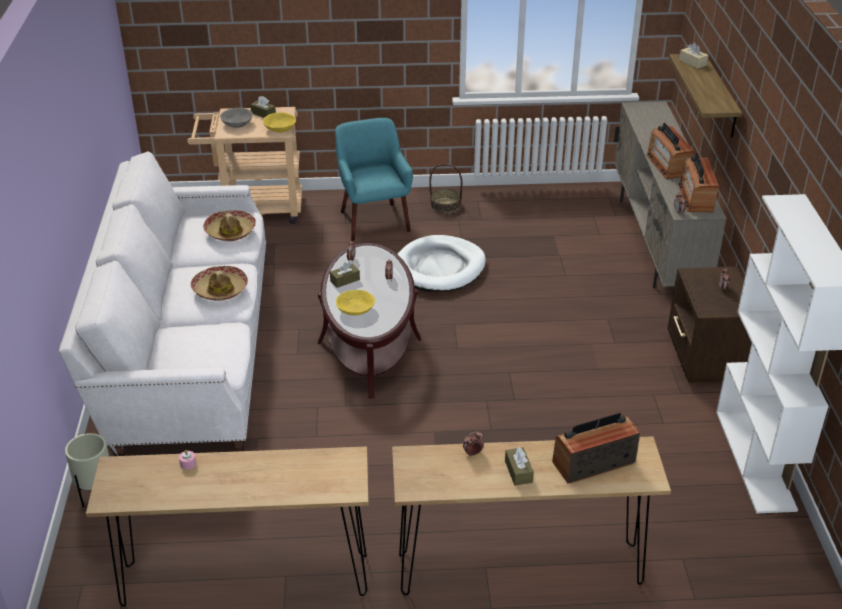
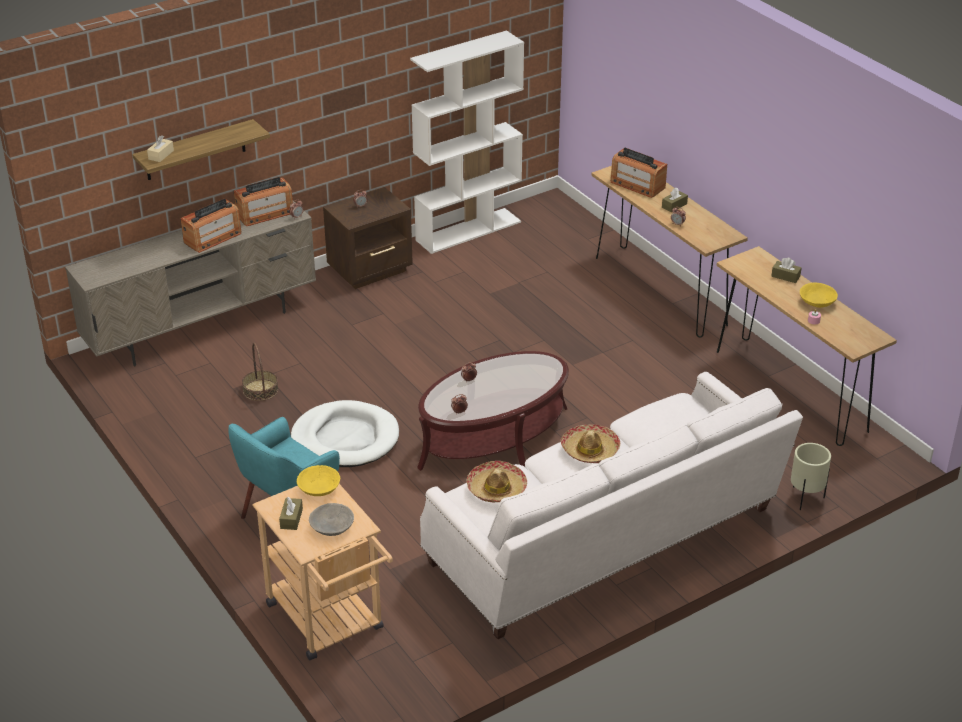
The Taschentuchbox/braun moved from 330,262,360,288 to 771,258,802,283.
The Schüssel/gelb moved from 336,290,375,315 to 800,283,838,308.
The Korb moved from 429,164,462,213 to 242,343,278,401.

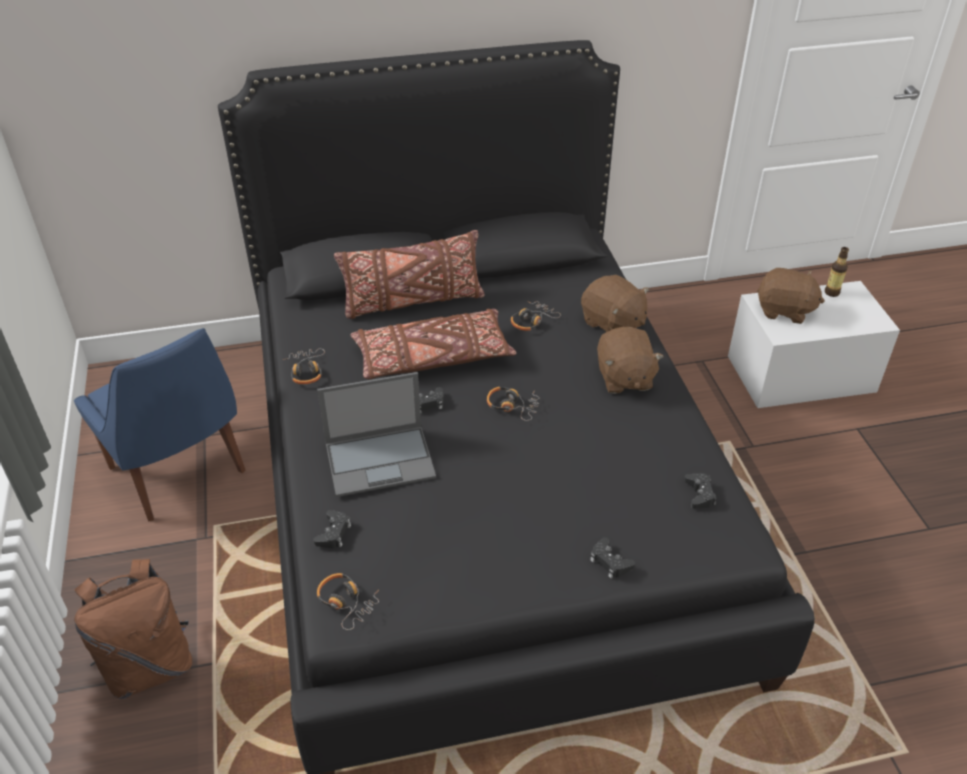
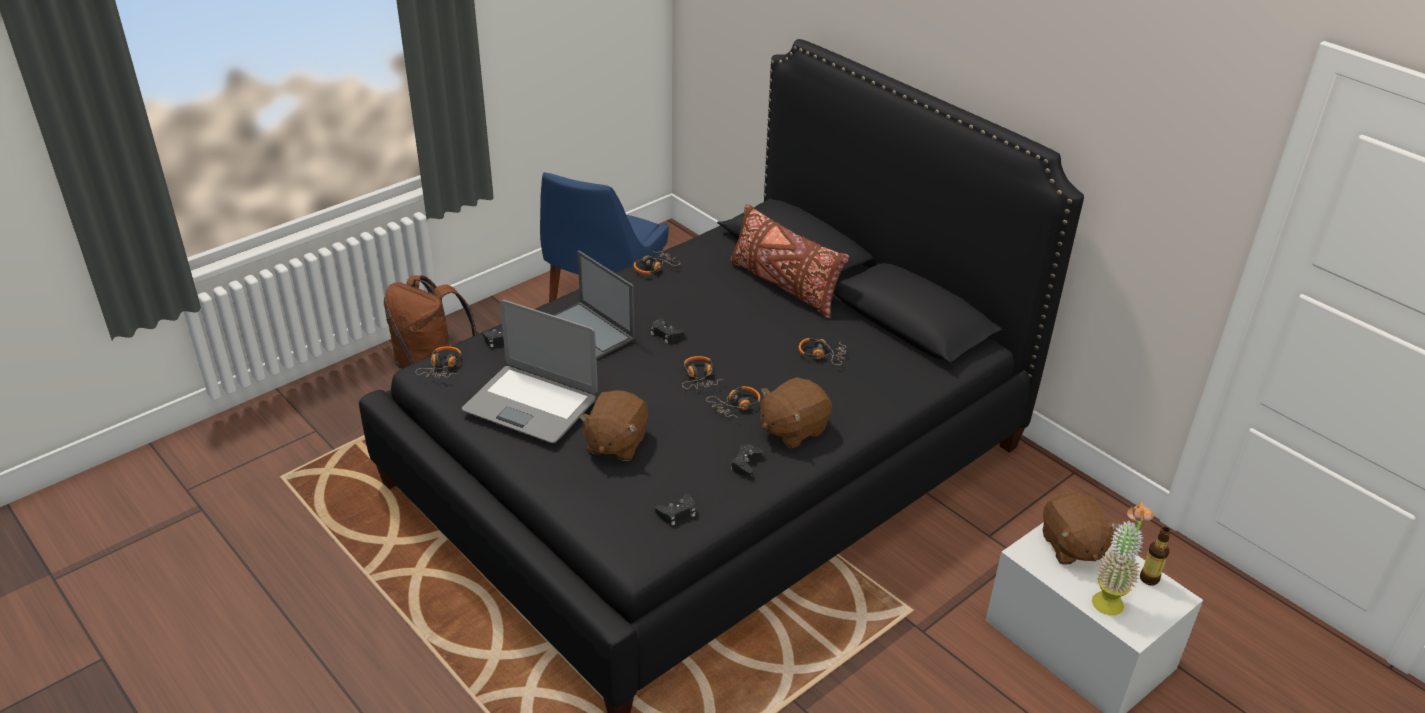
The Kissen/braun at 351,309,517,379 disappeared.
The Laptop at 462,300,598,443 appeared.
The Kopfhörer at 706,386,761,418 appeared.
The Topfpflanze at 1092,501,1154,615 appeared.
The Plüschtier/braun moved from 581,275,649,332 to 579,390,648,461.
The Gamepad/schwarz moved from 590,538,635,578 to 731,444,763,477.

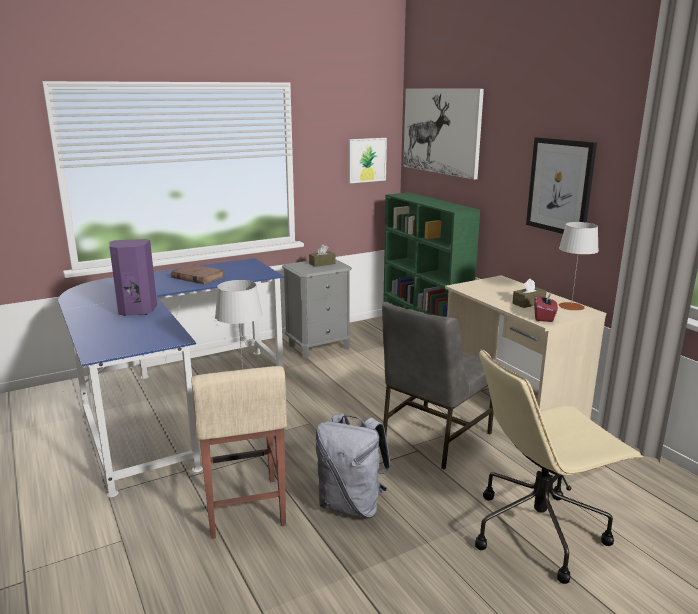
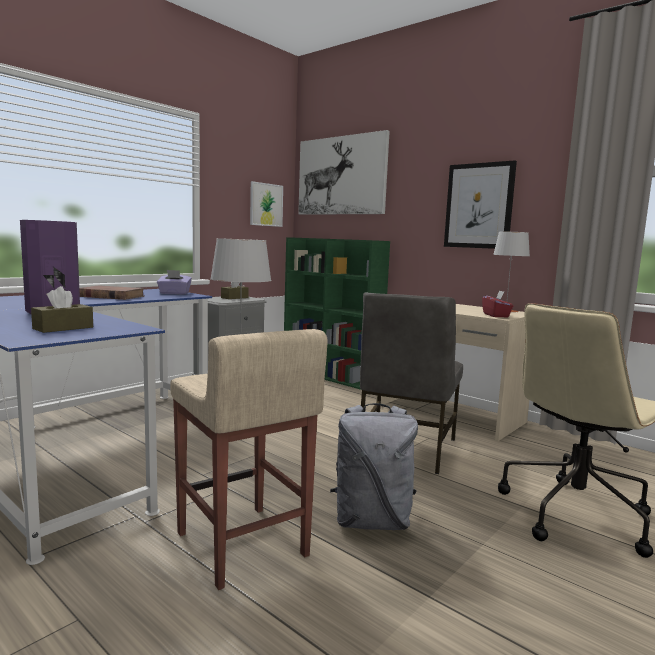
The Taschentuchbox/lila at 157,270,192,295 appeared.
The Taschentuchbox/braun moved from 512,278,546,308 to 31,286,93,333.

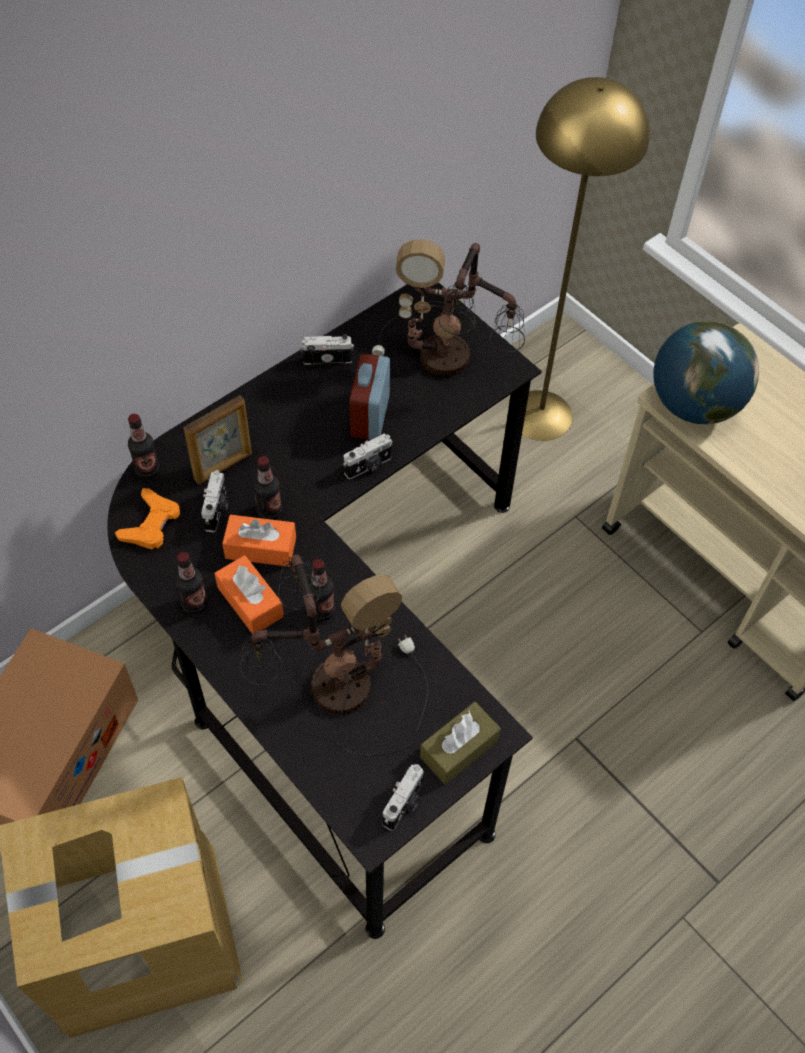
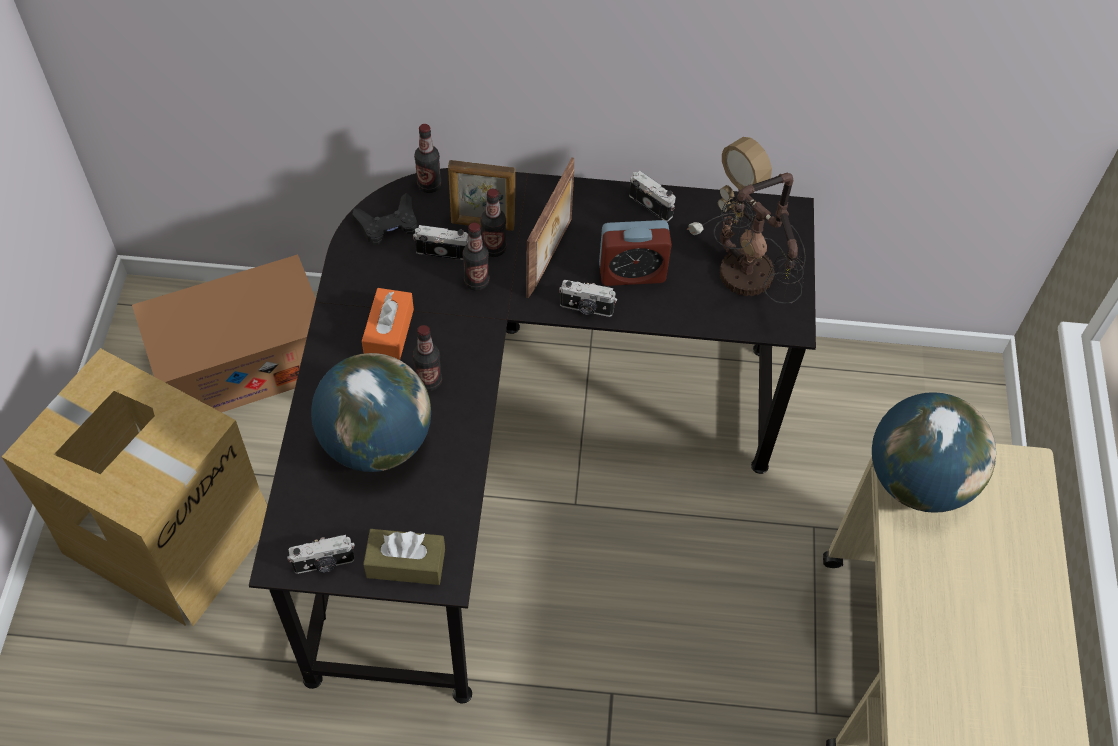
The Taschentuchbox/orange at 222,515,296,567 disappeared.
The Stehlampe/gelb at 522,77,650,441 disappeared.
The Bilderrahmen at 526,157,574,298 appeared.
The Flasche moved from 175,552,208,615 to 481,189,506,257.
The Tischlampe at 240,554,429,756 was replaced by the Globus at 311,353,431,472.
The Gamepad/orange at 115,488,180,550 became the Gamepad/schwarz at 352,193,418,245.
The Kamera at 201,470,229,532 turned 135 degrees counterclockwise.
The Wecker at 350,353,390,440 turned 150 degrees counterclockwise.

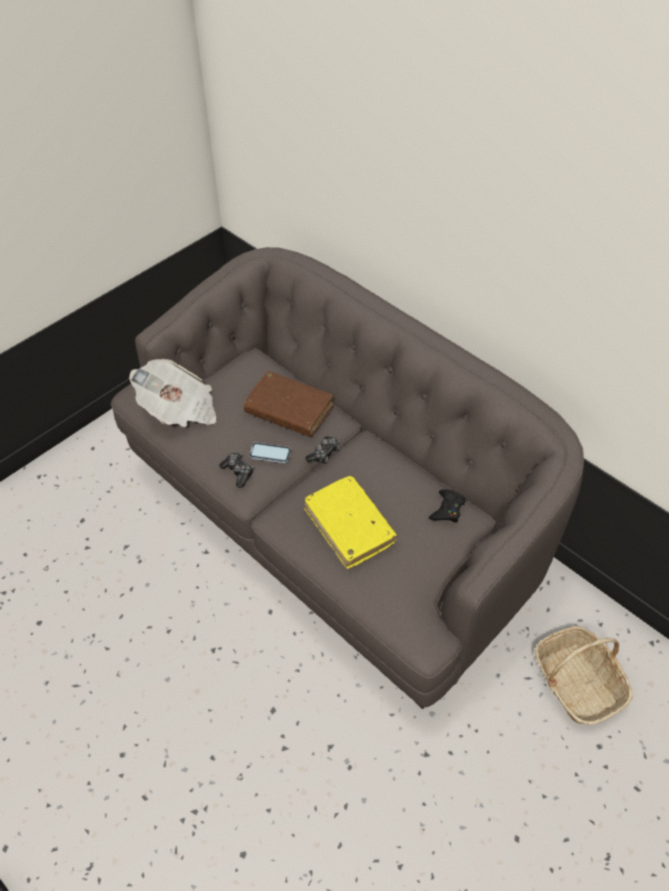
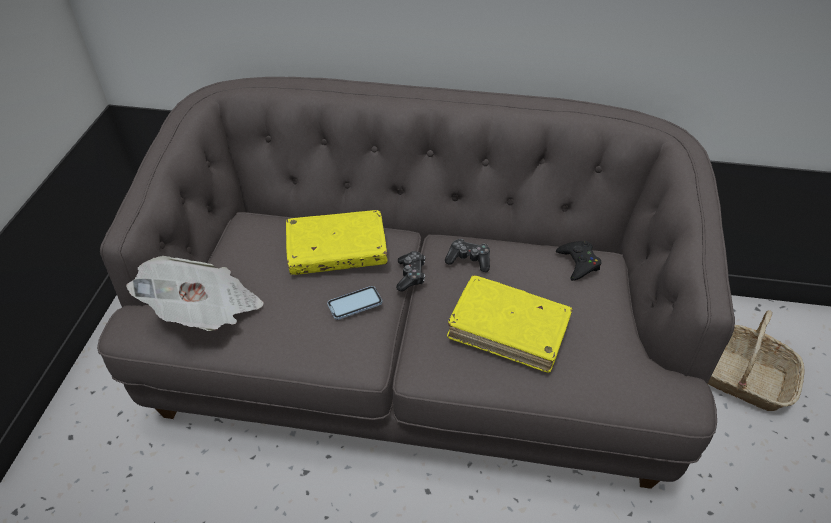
The Gamepad moved from 219,453,253,488 to 445,239,490,272.
The Buch/braun at 243,371,334,437 became the Buch/gelb at 286,210,387,275.

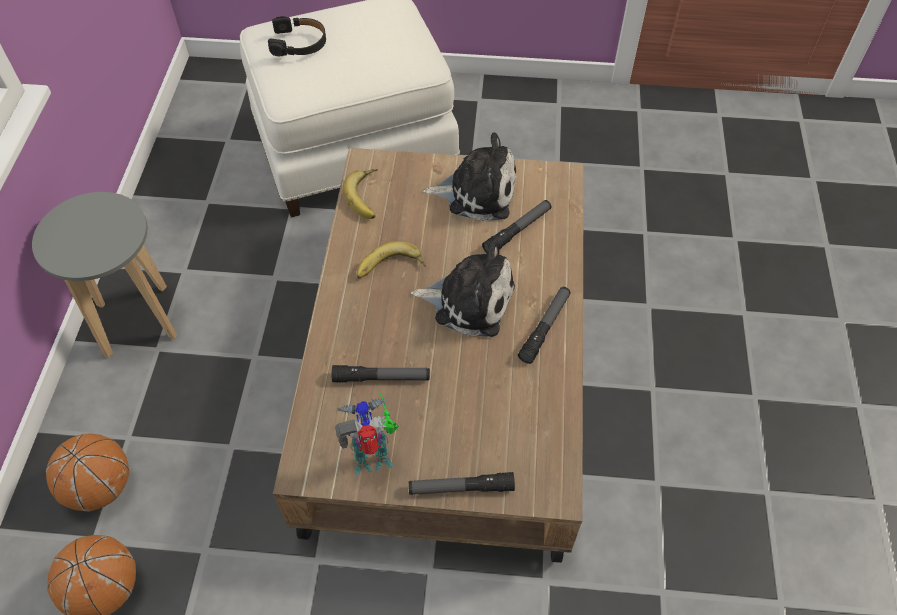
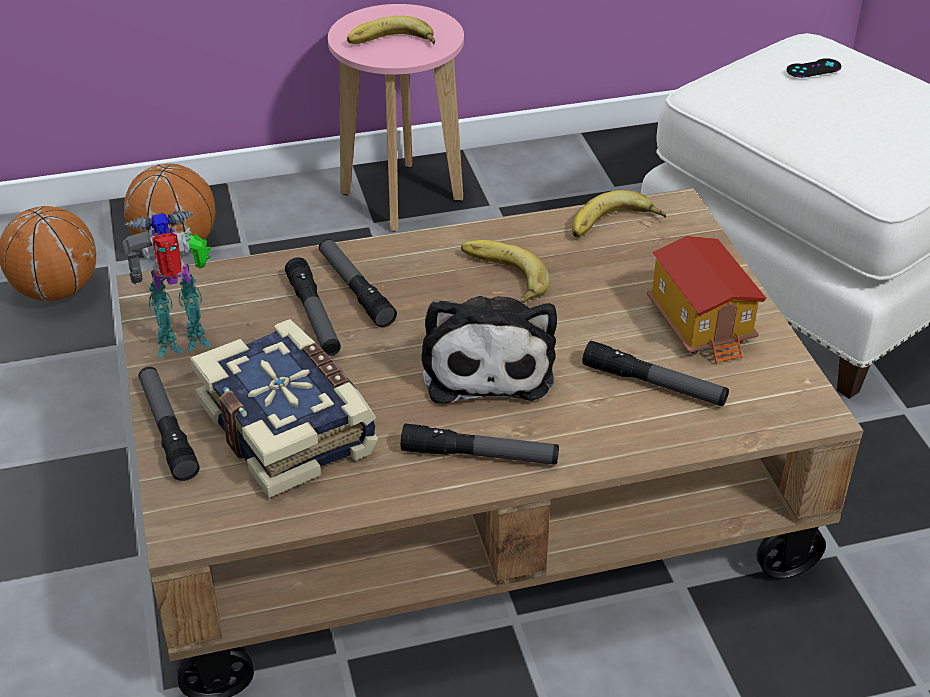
The Buch at 190,319,378,498 appeared.
The Taschenlampe at 319,239,397,327 appeared.
The Banane at 347,16,435,44 appeared.
The Kopfhörer/schwarz at 268,16,326,56 was replaced by the Gamepad/schwarz at 787,58,841,78.
The Plüschtier at 423,132,517,221 was replaced by the Spielzeughaus at 647,236,767,364.
The Hocker/grau at 32,192,177,358 became the Hocker/rosa at 328,4,464,231.
The Spielzeugroboter at 335,393,399,475 turned 75 degrees counterclockwise.

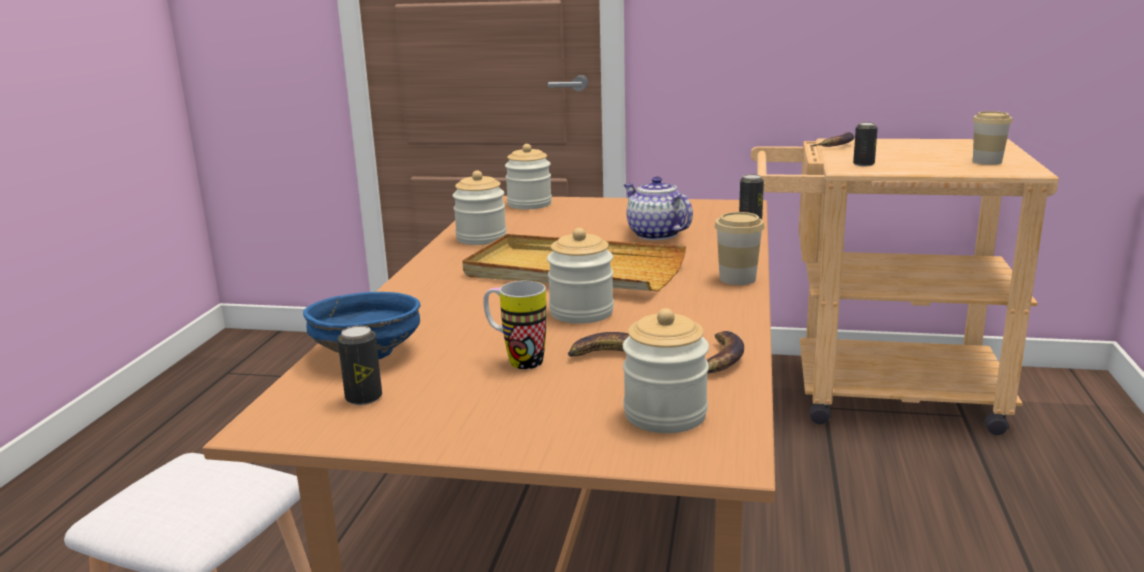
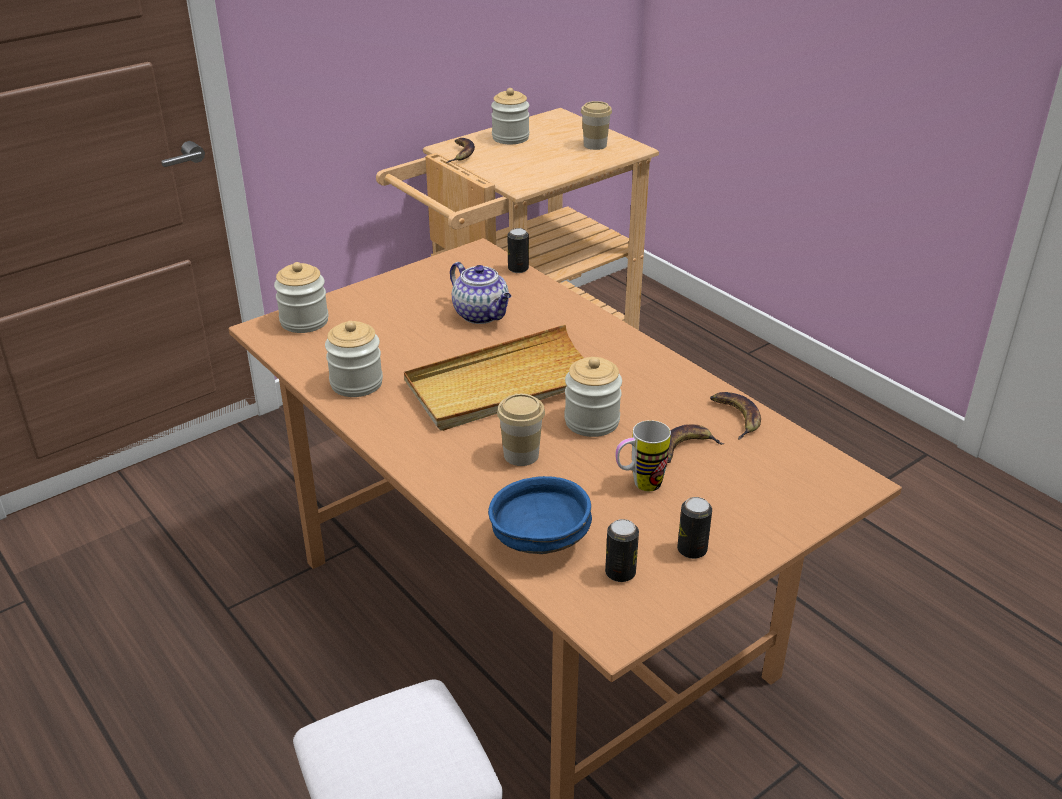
The Vorratsglas moved from 623,308,709,433 to 491,88,529,144.
The Tasse moved from 715,212,764,285 to 497,394,545,466.
The Dose moved from 853,122,878,166 to 677,497,712,559.
The Teekanne at 624,176,693,240 turned 135 degrees counterclockwise.

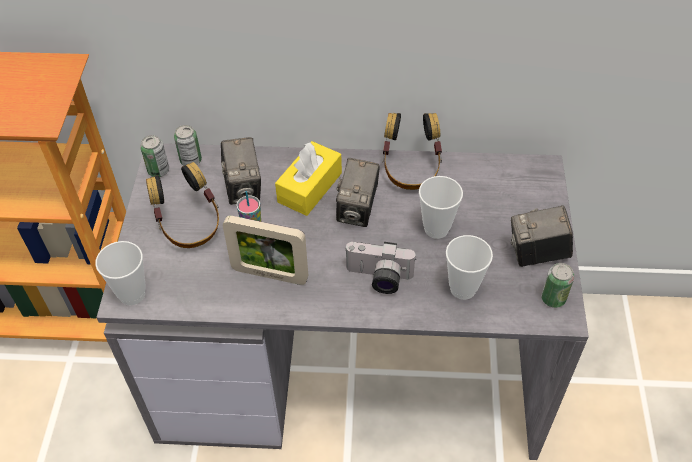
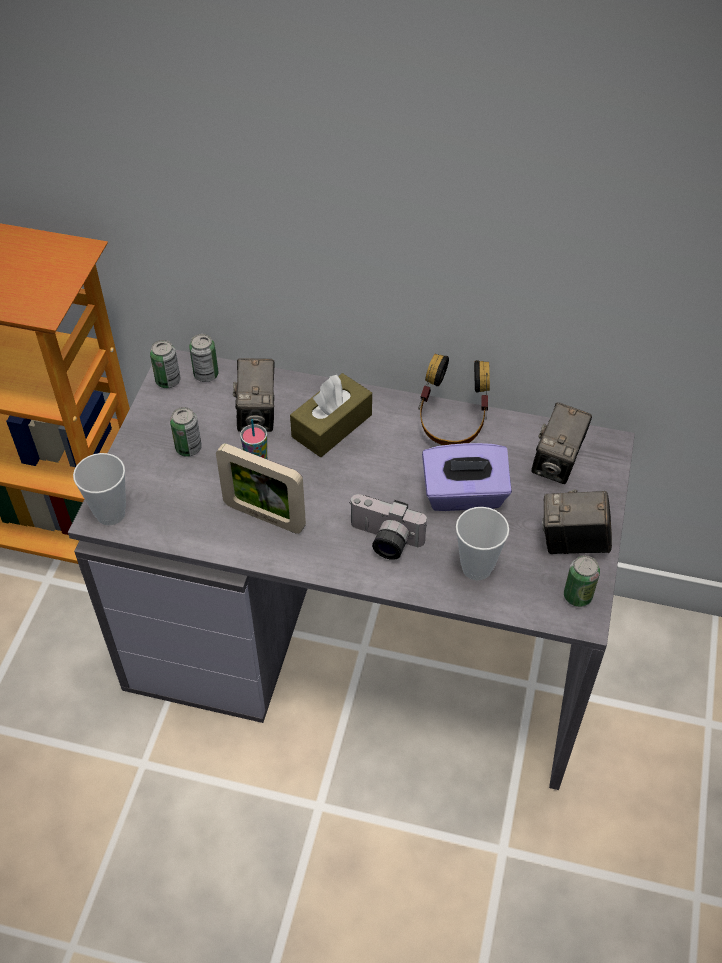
The Kamera moved from 336,158,380,227 to 531,402,592,484.
The Kopfhörer at 146,162,219,248 was replaced by the Dose at 170,407,202,457.
The Tasse at 419,176,463,239 was replaced by the Taschentuchbox/lila at 422,443,512,511.
The Taschentuchbox/gelb at 275,141,342,216 became the Taschentuchbox/braun at 290,373,372,457.

